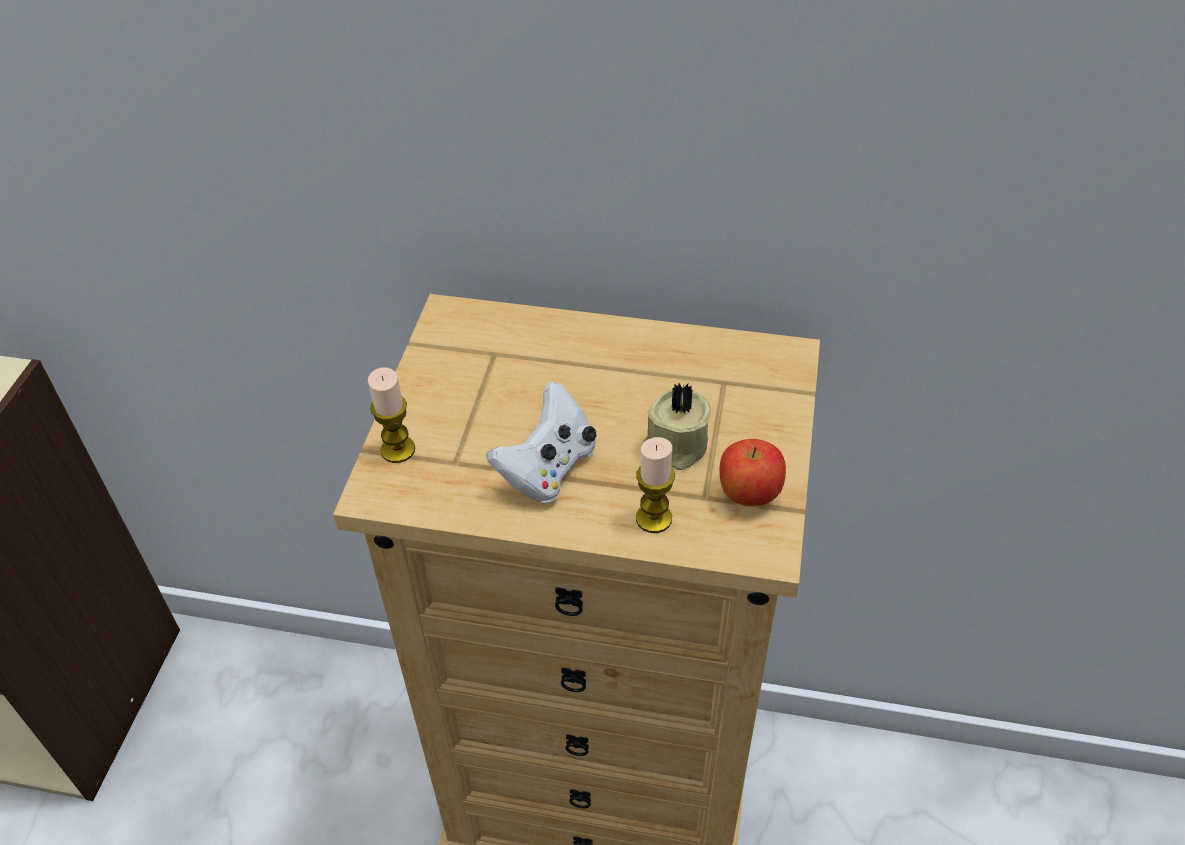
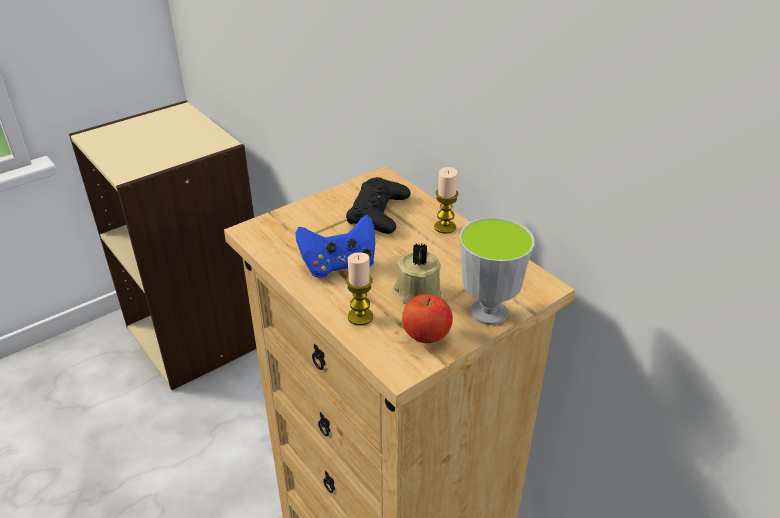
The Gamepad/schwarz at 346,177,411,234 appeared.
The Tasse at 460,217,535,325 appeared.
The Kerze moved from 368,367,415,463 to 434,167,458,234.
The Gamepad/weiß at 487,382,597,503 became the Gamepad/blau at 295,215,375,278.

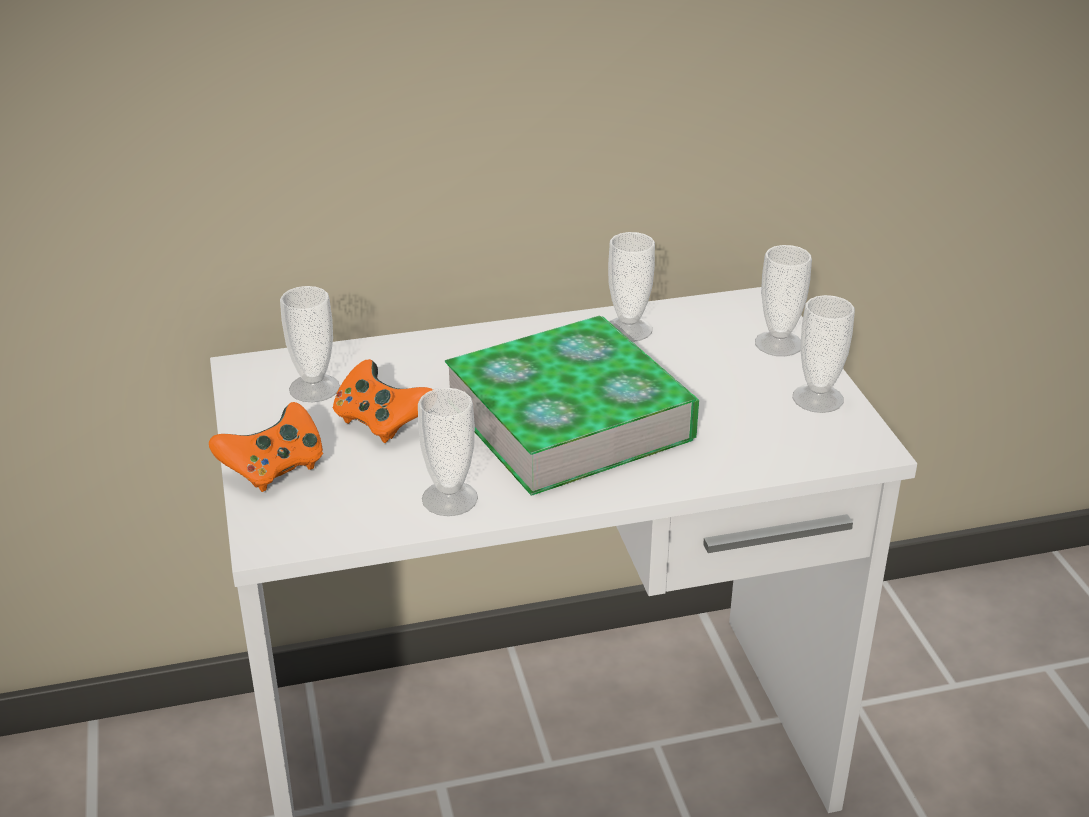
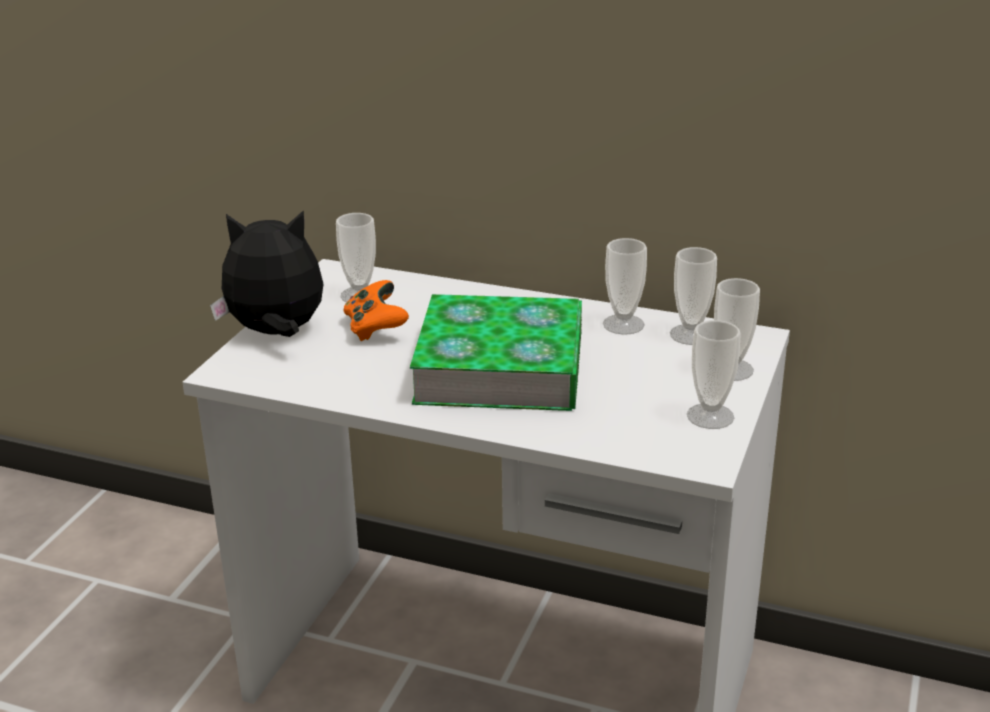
The Tasse moved from 418,388,478,516 to 670,247,717,345.
The Gamepad/orange at 209,402,323,492 was replaced by the Plüschtier at 210,210,323,337.

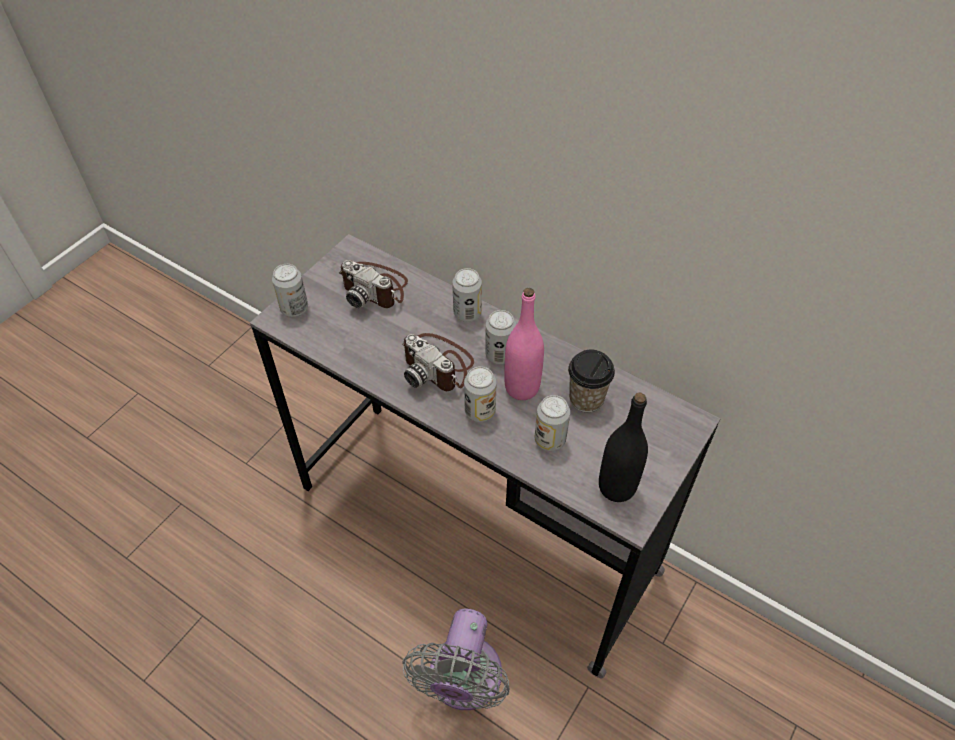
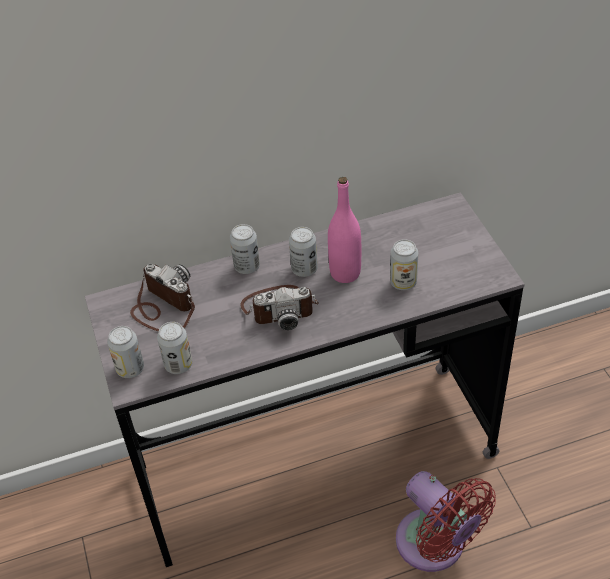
The Tasse at 568,349,615,412 disappeared.
The Flasche/schwarz at 599,393,648,502 disappeared.
The Dose moved from 464,366,497,422 to 157,322,192,374.
The Ventilator/grau at 402,608,510,710 became the Ventilator/rot at 396,471,496,572.
The Kamera at 338,260,408,308 turned 120 degrees counterclockwise.

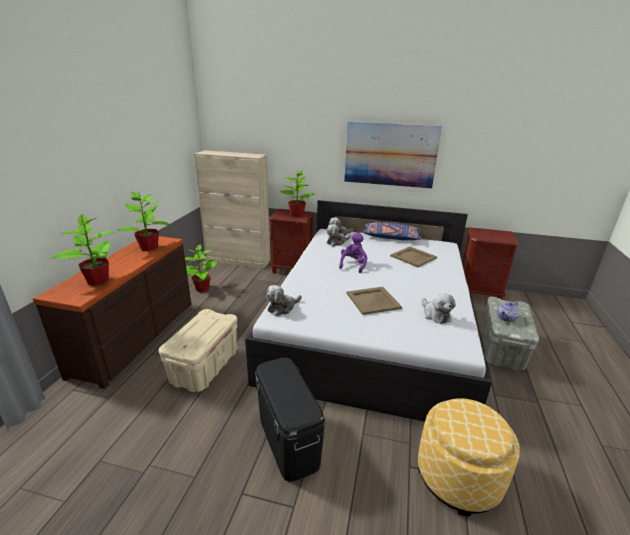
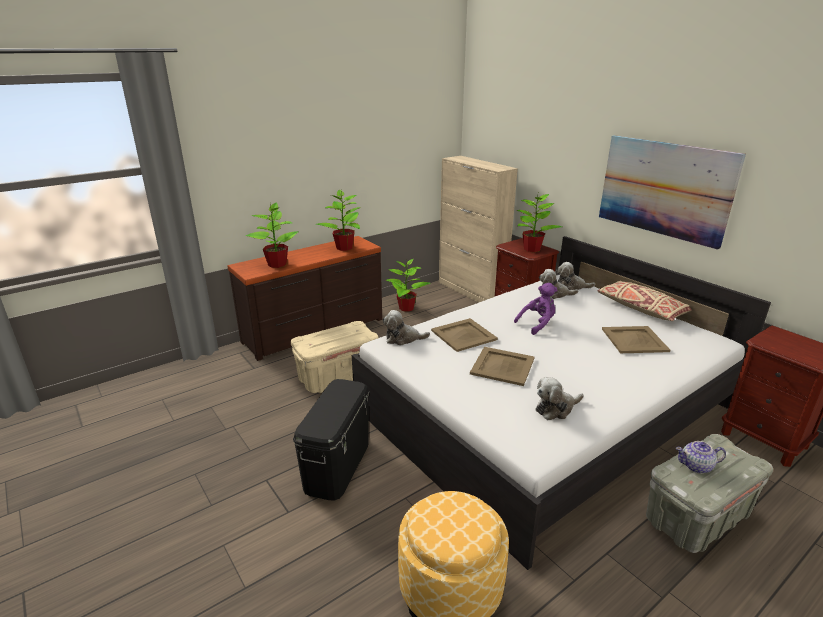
The Tablett/beige at 431,318,498,352 appeared.
The Kissen/blau at 363,222,422,240 became the Kissen/beige at 598,281,692,321.
The Plüschtier at 422,294,456,324 turned 45 degrees clockwise.

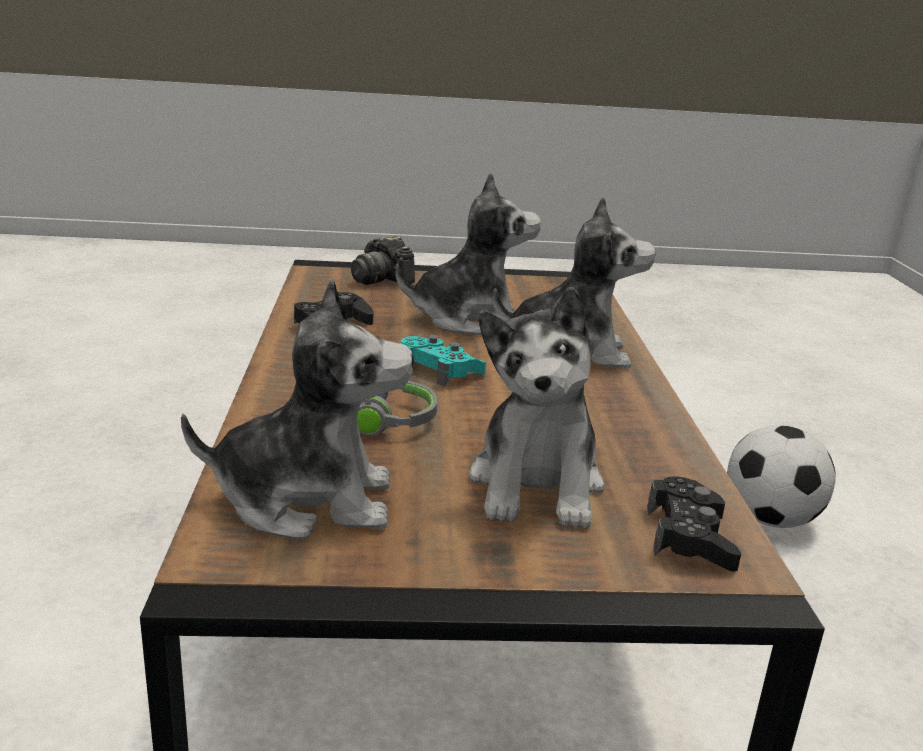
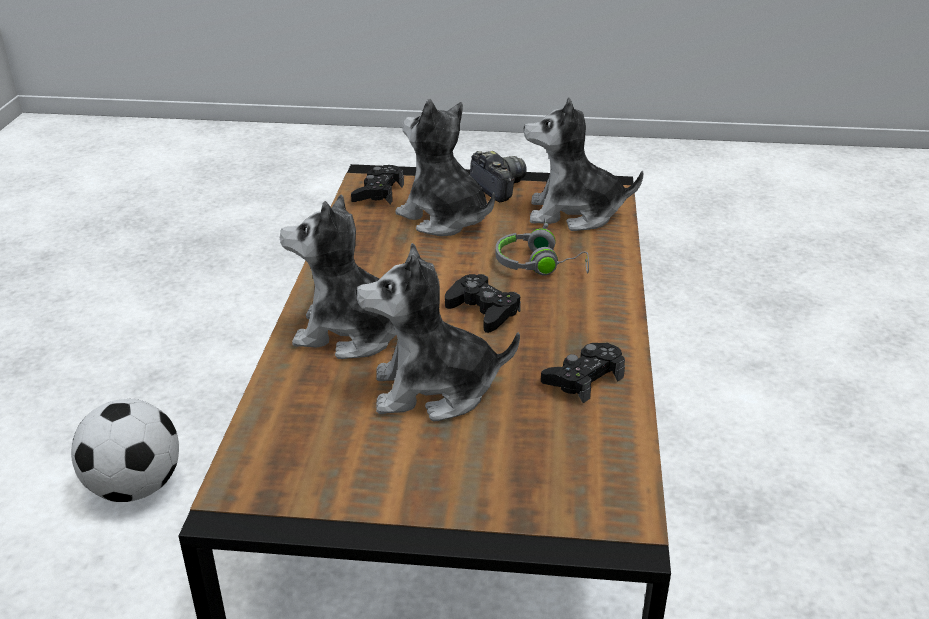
The Kamera moved from 351,236,415,285 to 470,151,527,202.
The Gamepad/türkis at 400,334,486,387 became the Gamepad/schwarz at 445,274,521,333.
The Plüschtier at 469,287,605,528 turned 60 degrees counterclockwise.

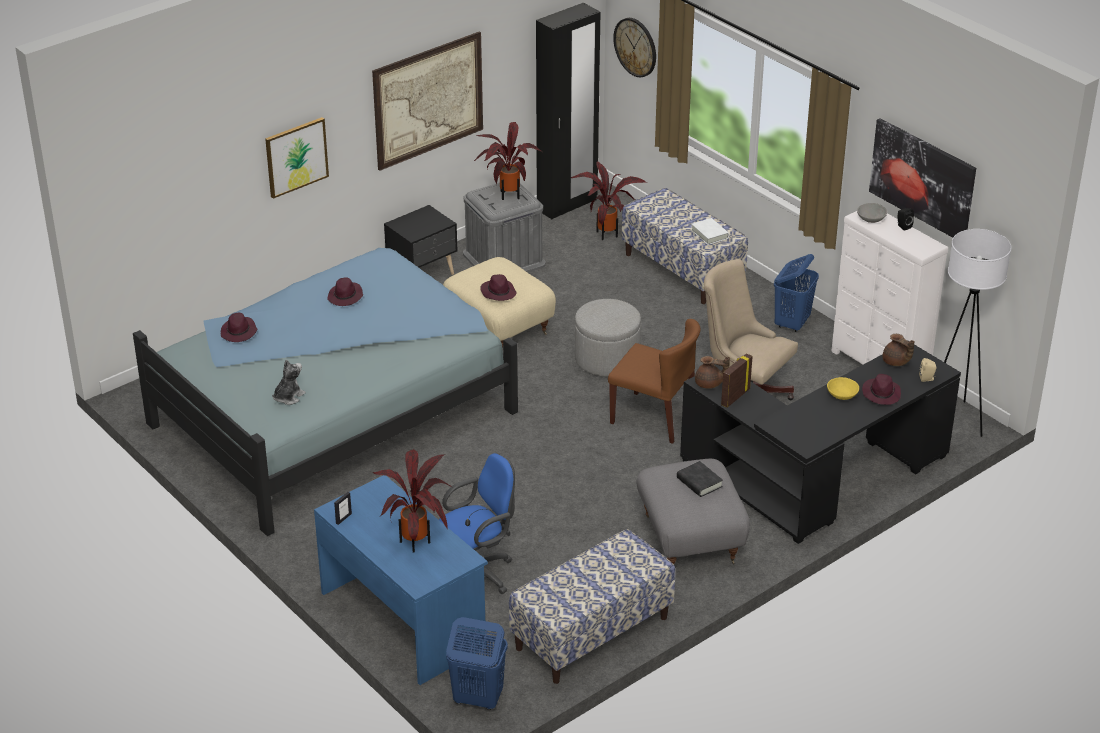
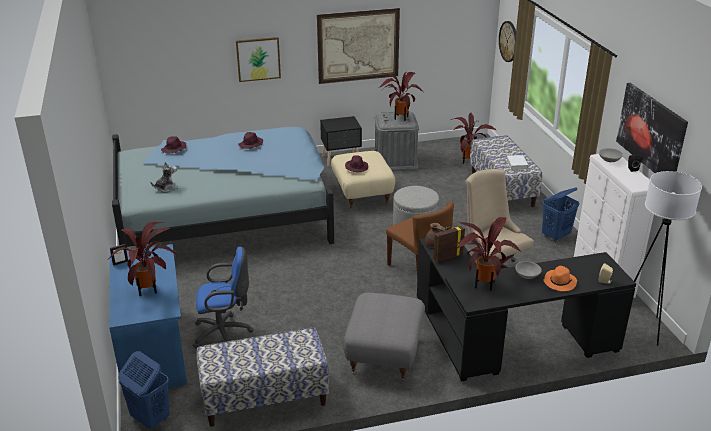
The Kleiderschrank/schwarz at 536,3,600,219 disappeared.
The Buch/schwarz at 677,461,723,497 disappeared.
The Teekanne/braun at 882,334,915,366 disappeared.
The Topfpflanze at 454,217,522,291 appeared.
The Schüssel/gelb at 827,377,859,400 became the Schüssel/grau at 515,261,542,279.
The Hut/lila at 862,374,901,405 became the Hut/orange at 543,266,577,291.

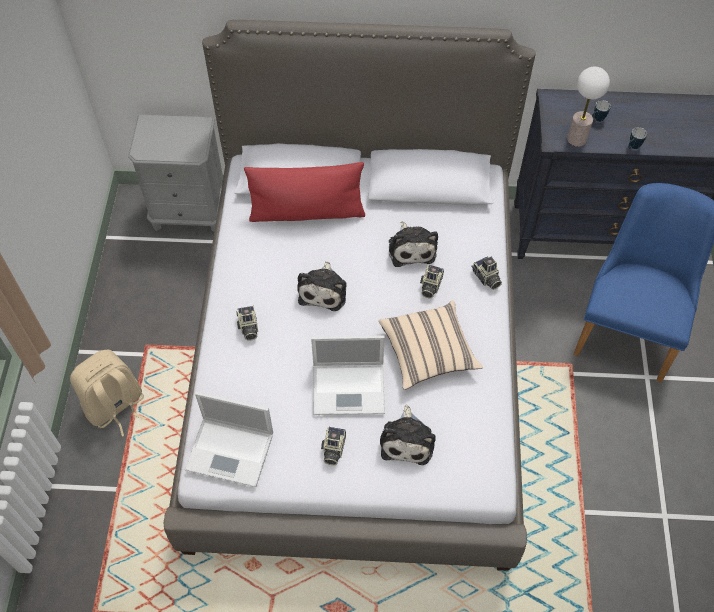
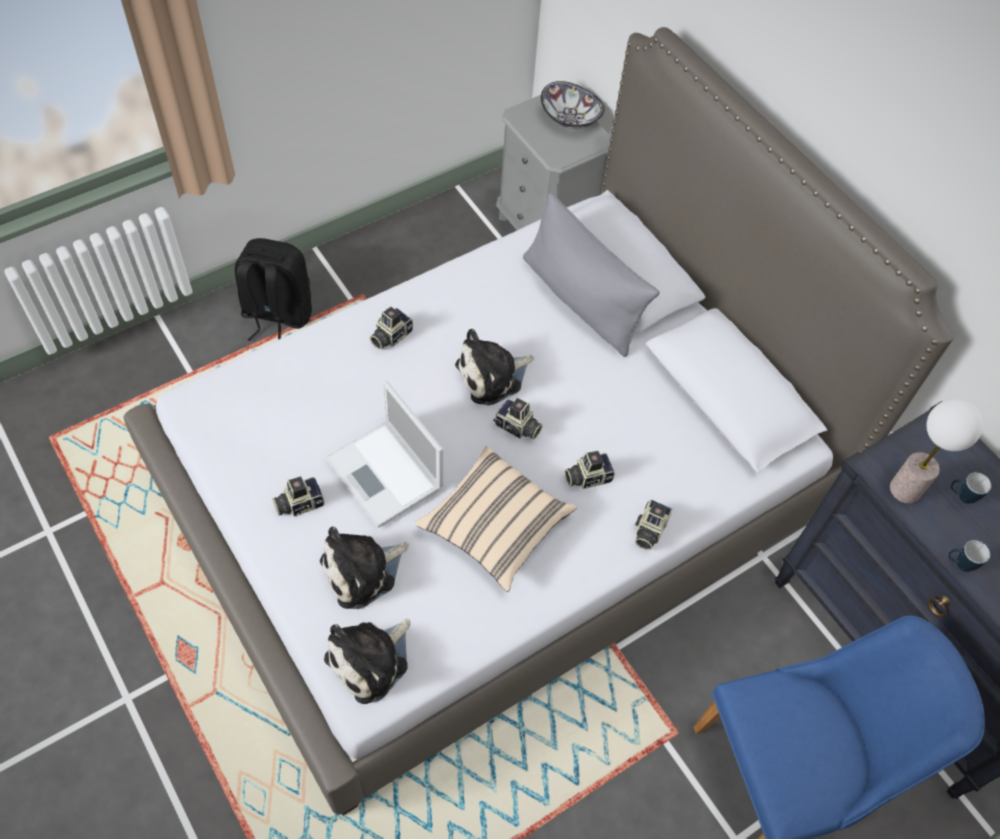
The Laptop at 184,391,273,487 disappeared.
The Kamera at 493,398,543,440 appeared.
The Schüssel at 541,81,605,129 appeared.
The Plüschtier moved from 389,222,438,267 to 324,619,410,704.
The Rucksack/beige at 70,349,146,437 became the Rucksack/schwarz at 235,238,312,341.
The Kissen/rot at 244,162,365,222 became the Kissen/grau at 523,193,660,357.

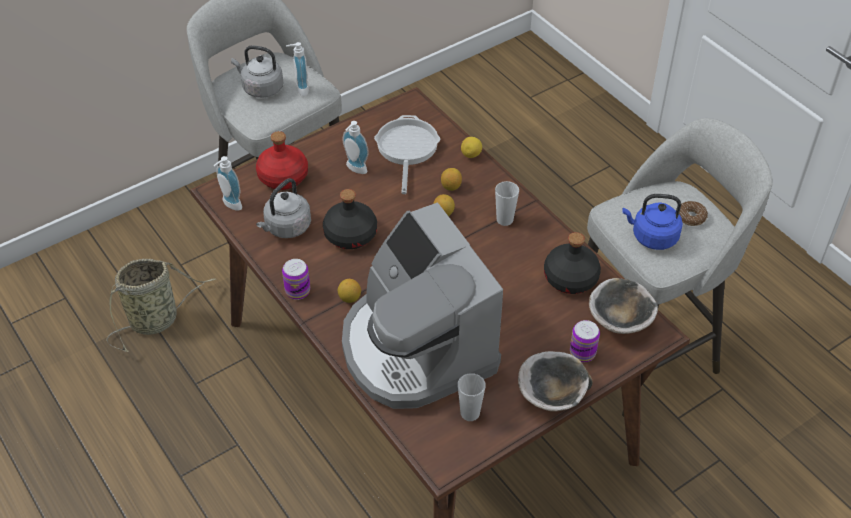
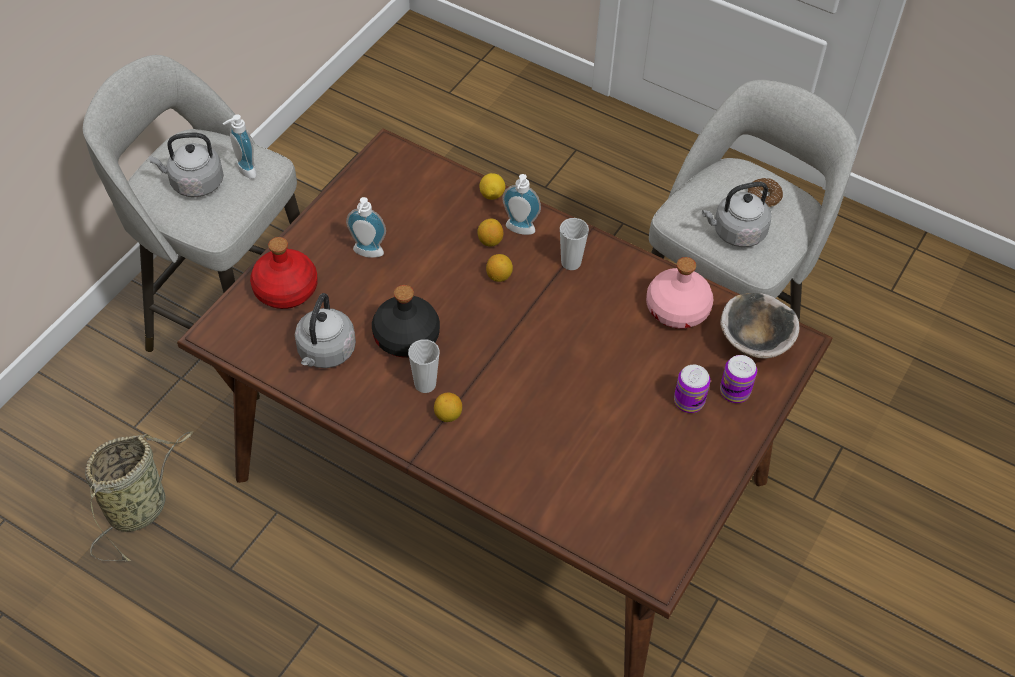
The Kaffeemaschine at 342,202,503,409 disappeared.
The Pfanne at 374,115,441,194 disappeared.
The Schüssel at 518,351,593,411 disappeared.
The Seifenspender moved from 214,156,242,211 to 502,174,541,235.
The Dose moved from 282,259,310,300 to 674,365,710,413.
The Tasse moved from 458,373,485,421 to 408,339,440,393.
The Flasche/schwarz at 544,232,601,294 became the Flasche/rosa at 646,257,713,329.
The Wasserkessel/blau at 622,194,683,250 became the Wasserkessel/grau at 702,182,772,247.

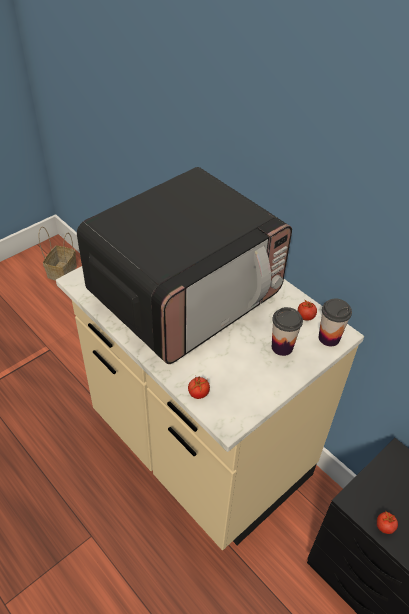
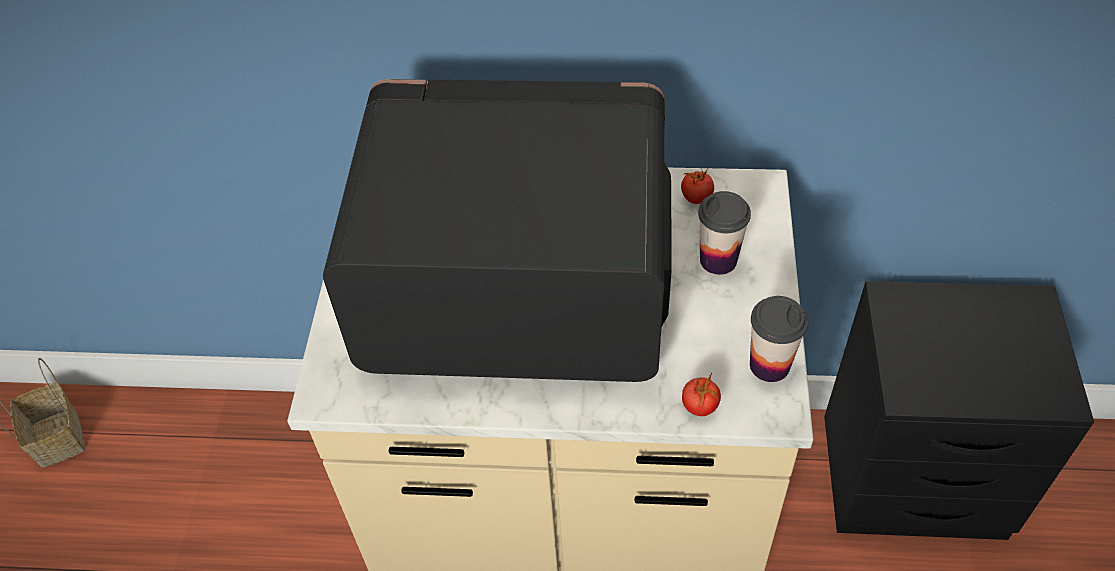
The Tomate at 377,511,398,534 disappeared.
The Tasse moved from 319,298,352,346 to 750,296,808,382.
The Mikrowelle at 77,167,292,364 turned 90 degrees counterclockwise.

